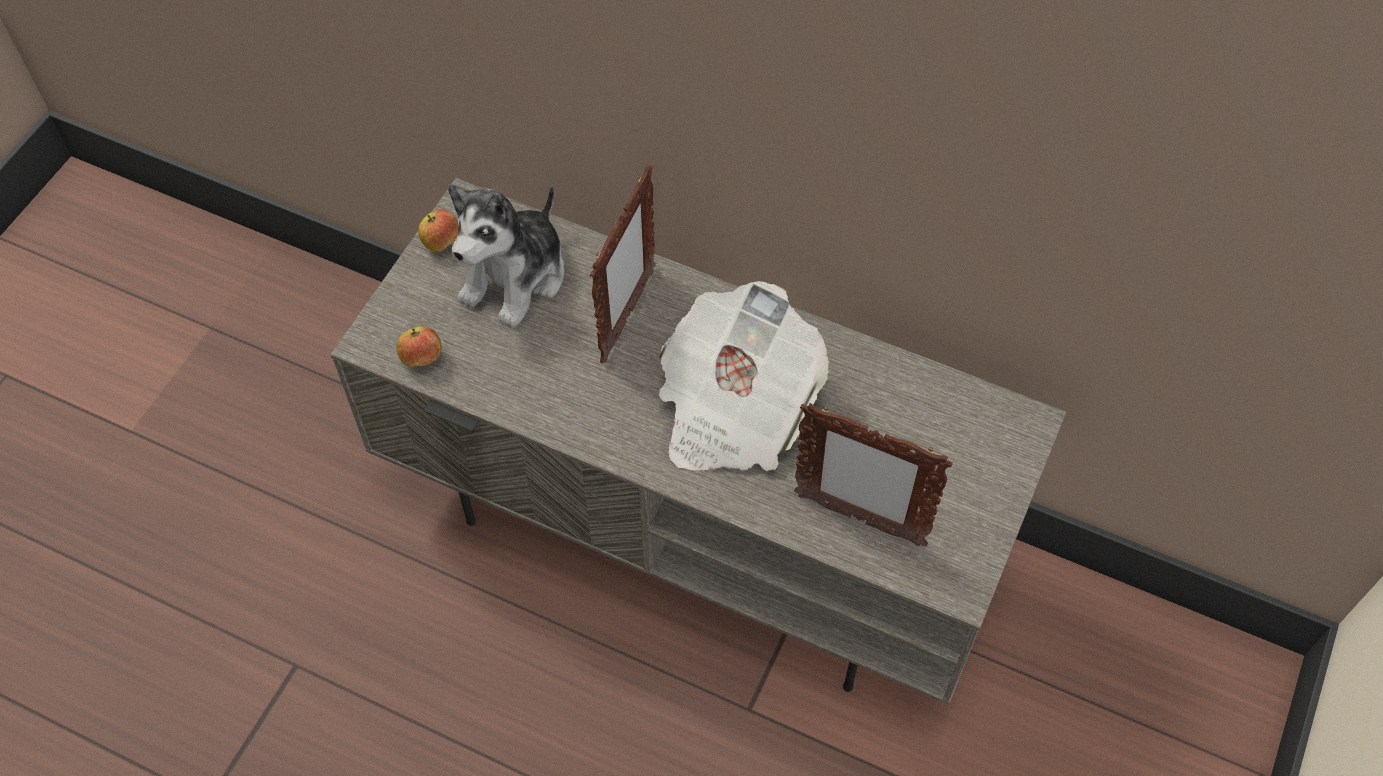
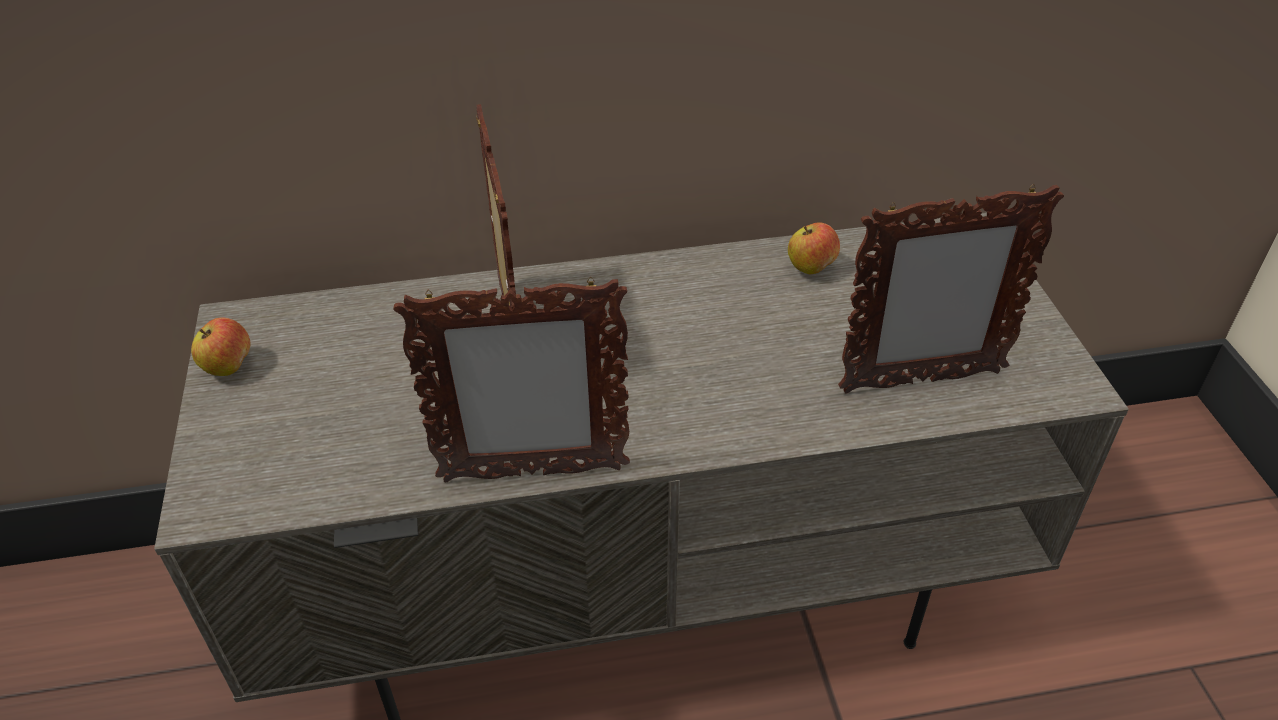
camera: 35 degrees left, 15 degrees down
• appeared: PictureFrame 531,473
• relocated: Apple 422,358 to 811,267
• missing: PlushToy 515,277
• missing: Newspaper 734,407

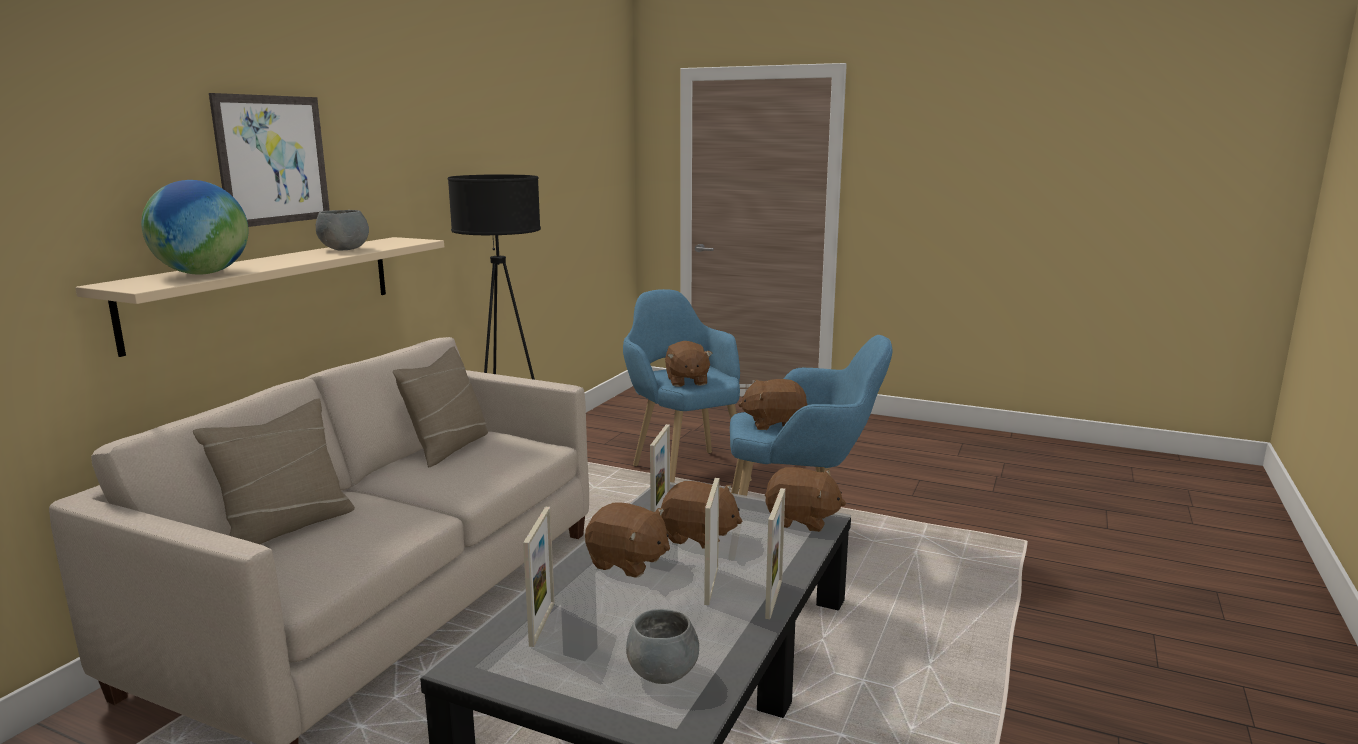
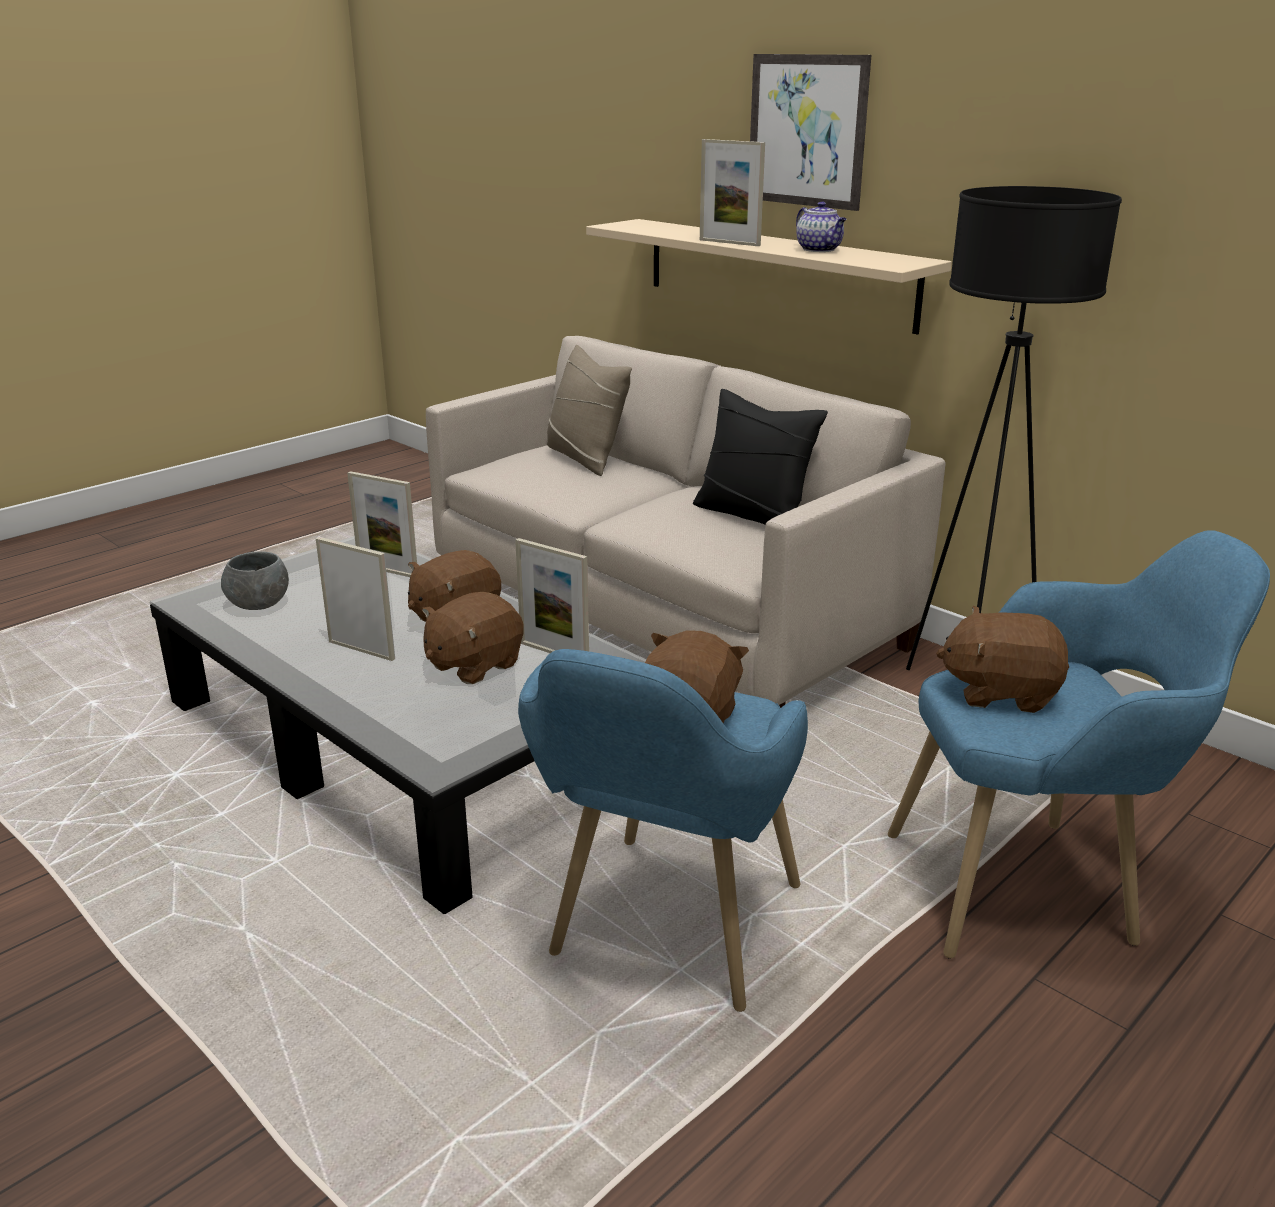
camera: 110 degrees right, 10 degrees up
• colour: BeigePillow 448,448 to BlackPillow 754,515
• relocated: PictureFrame 774,599 to 729,243
• exchanged: GreyBowl 345,249 to Teapot 820,250
• missing: Globe 204,273
• missing: BrownPlushToy 801,520

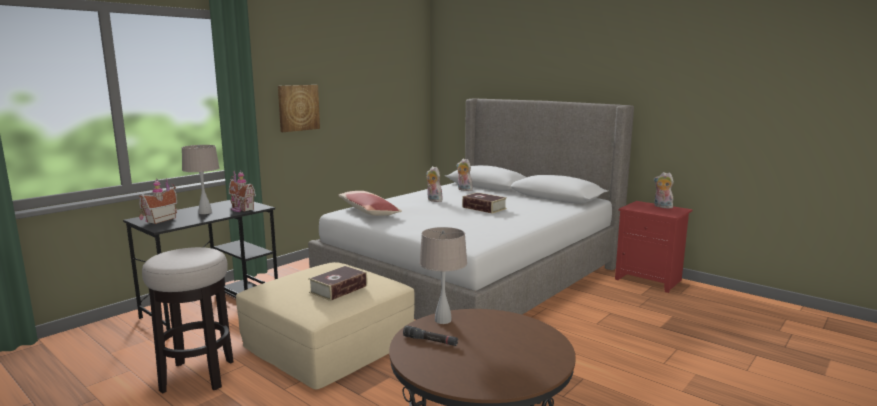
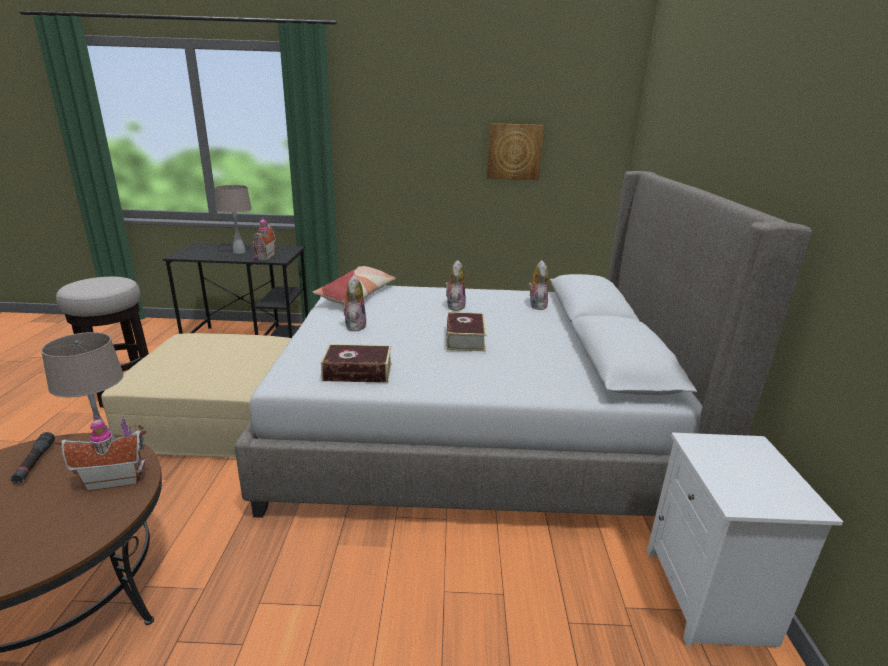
camera: 50 degrees right, 10 degrees up
• relocated: ToyHouse 159,220 to 115,478
• relocated: Book 338,289 to 358,371
• relocated: PlushToy 662,207 to 354,326
• relocated: Picture 298,107 to 514,151
• colour: RedNightstand 650,280 to WhiteNightstand 710,597

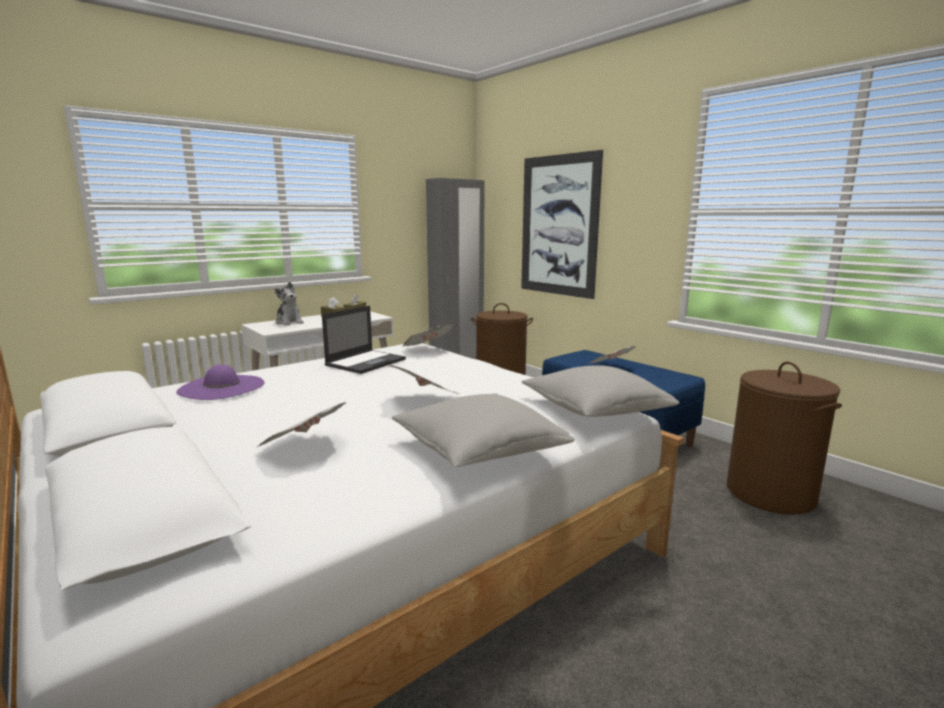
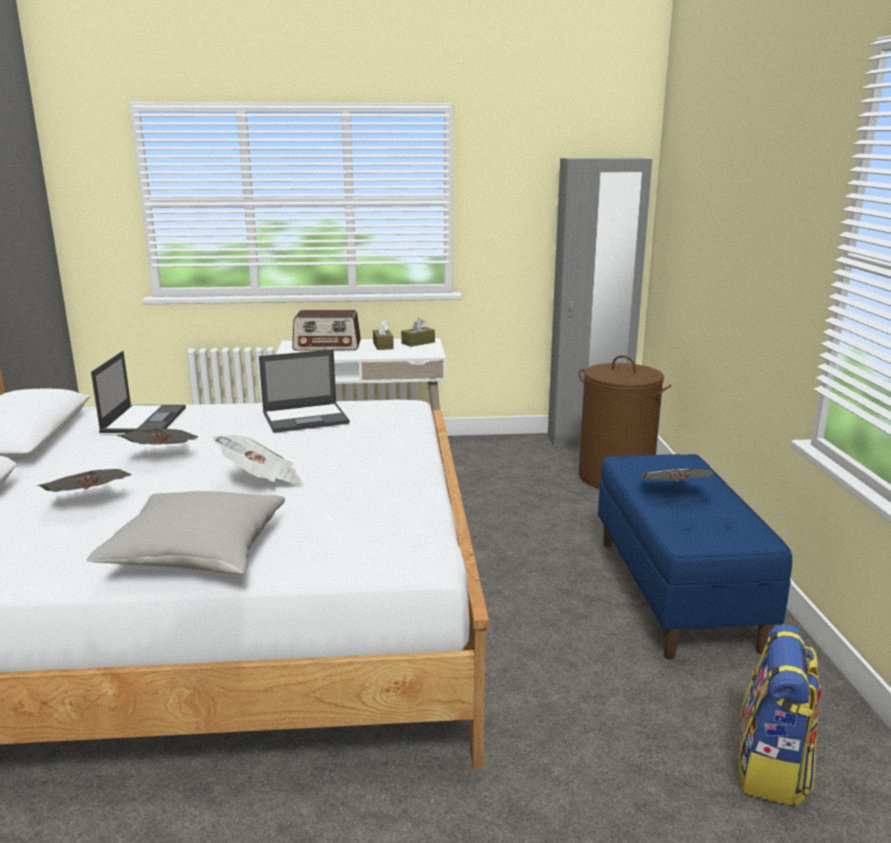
camera: 35 degrees right, 5 degrees up
• exchanged: PurpleHat 221,387 to Laptop 144,419
• relocated: Newspaper 427,349 to 163,456
• exchanged: PlushToy 289,322 to Radio 327,346
• exchanged: BrownLaundryBasket 771,493 to Backpack 772,768
• missing: Picture 558,226
• missing: GreyPillow 595,410

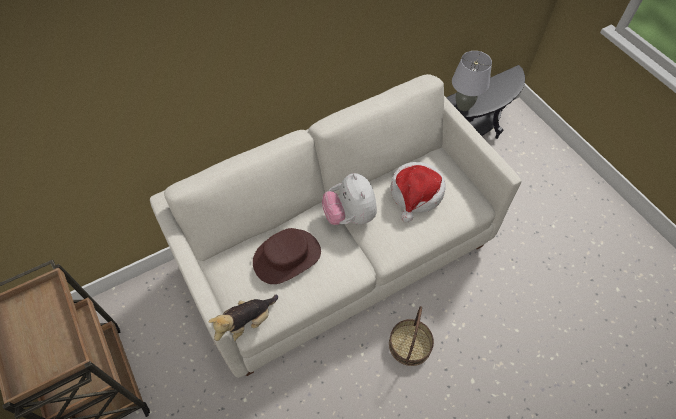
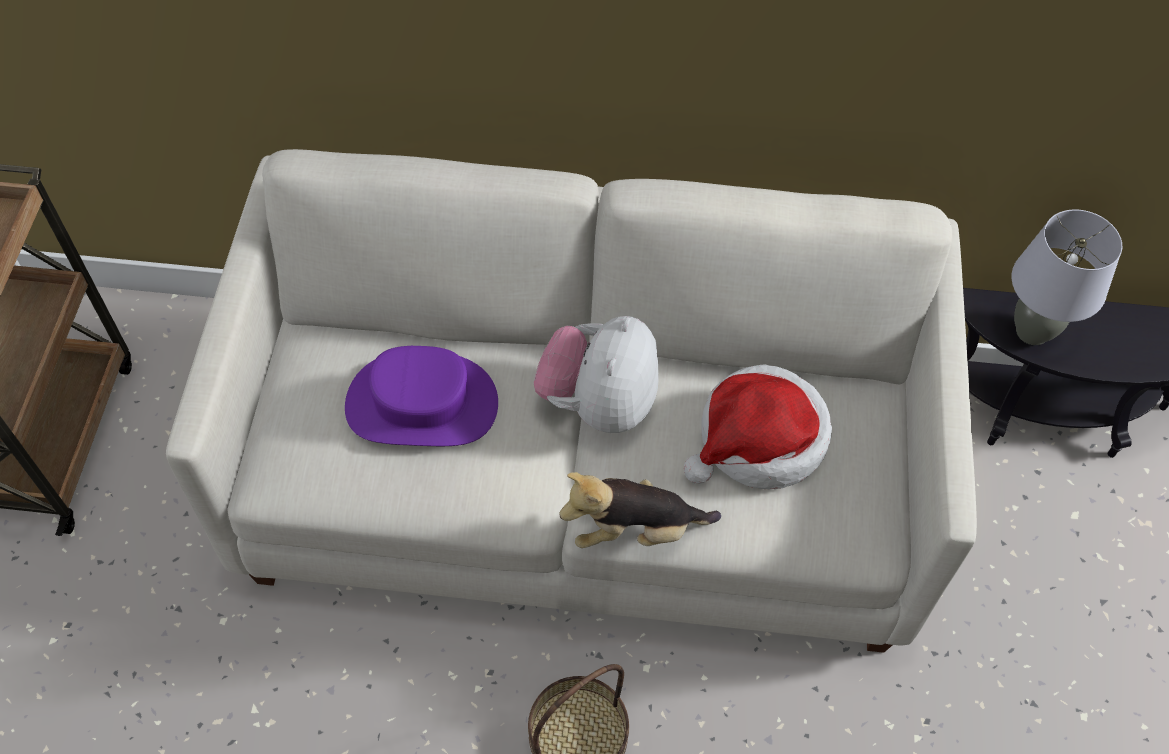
camera: 35 degrees right, 0 degrees up
• colour: BrownHat 287,257 to PurpleHat 422,404
• relocated: PlushToy 247,323 to 635,530

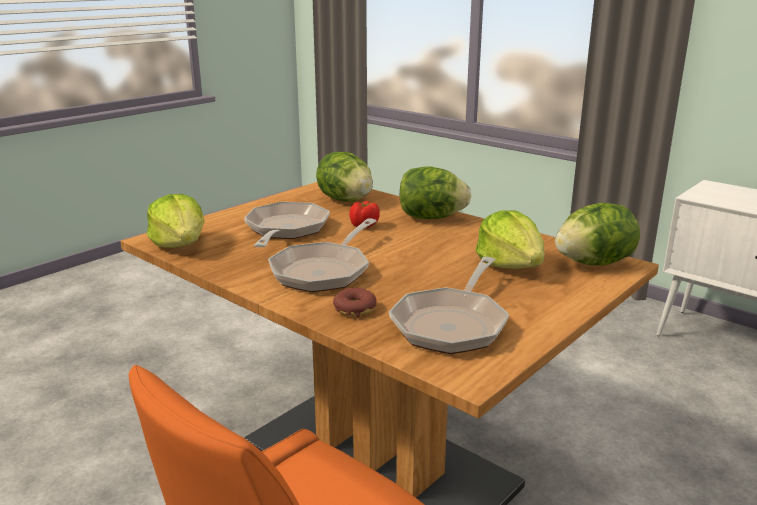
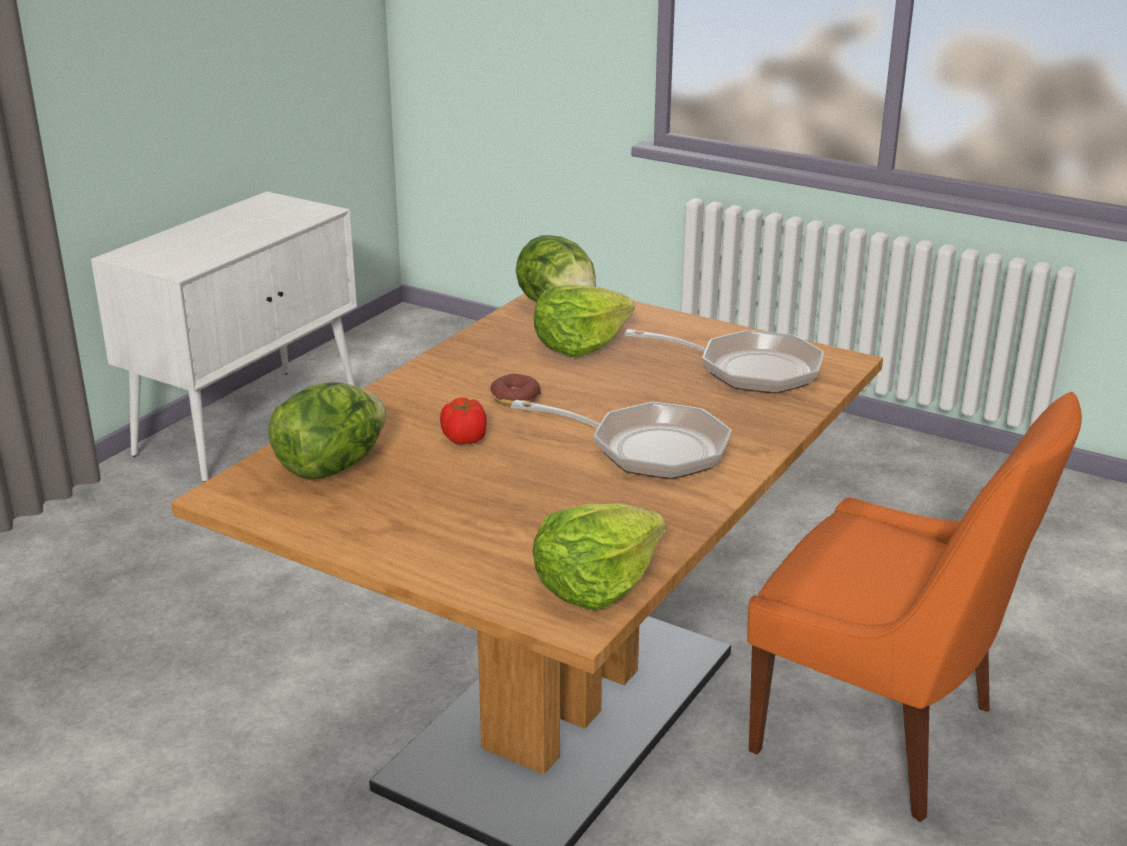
camera: 100 degrees left, 5 degrees up
• relocated: Donut 355,309 to 515,398
• missing: FryingPan 285,230
• missing: Lettuce 431,218

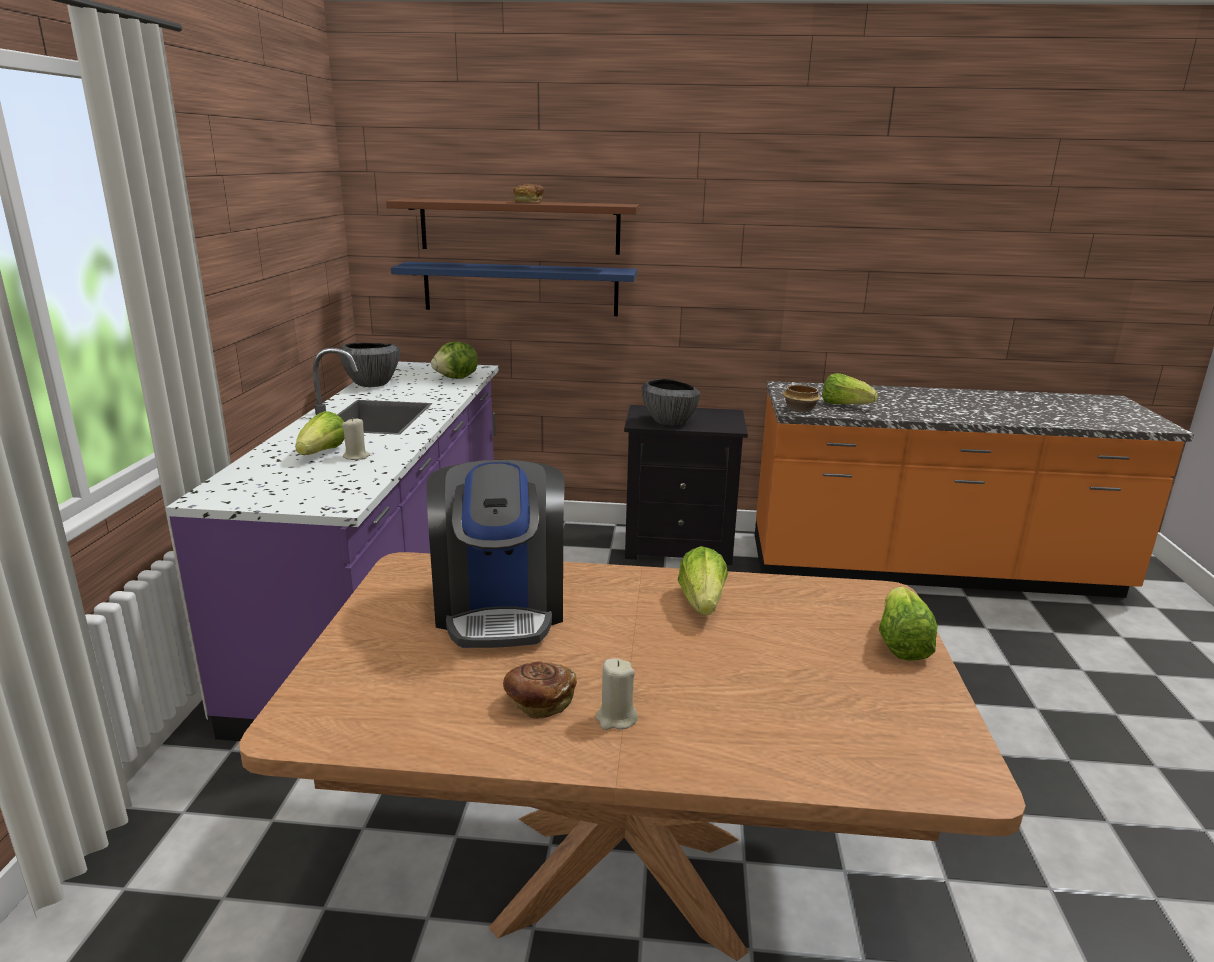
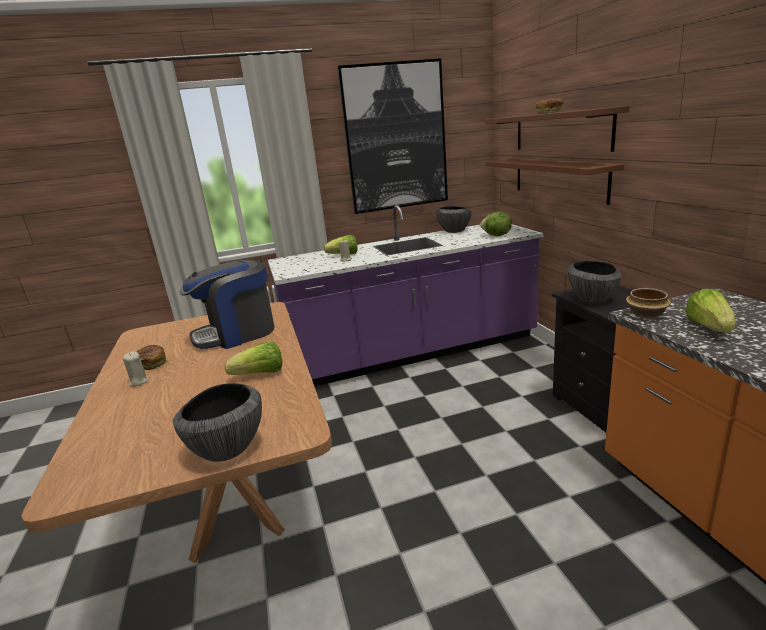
camera: 70 degrees right, 0 degrees up
• exchanged: Lettuce 901,643 to Bowl 227,449
• appeared: Picture 395,138
• colour: BlueShelf 520,289 to BrownShelf 558,178

